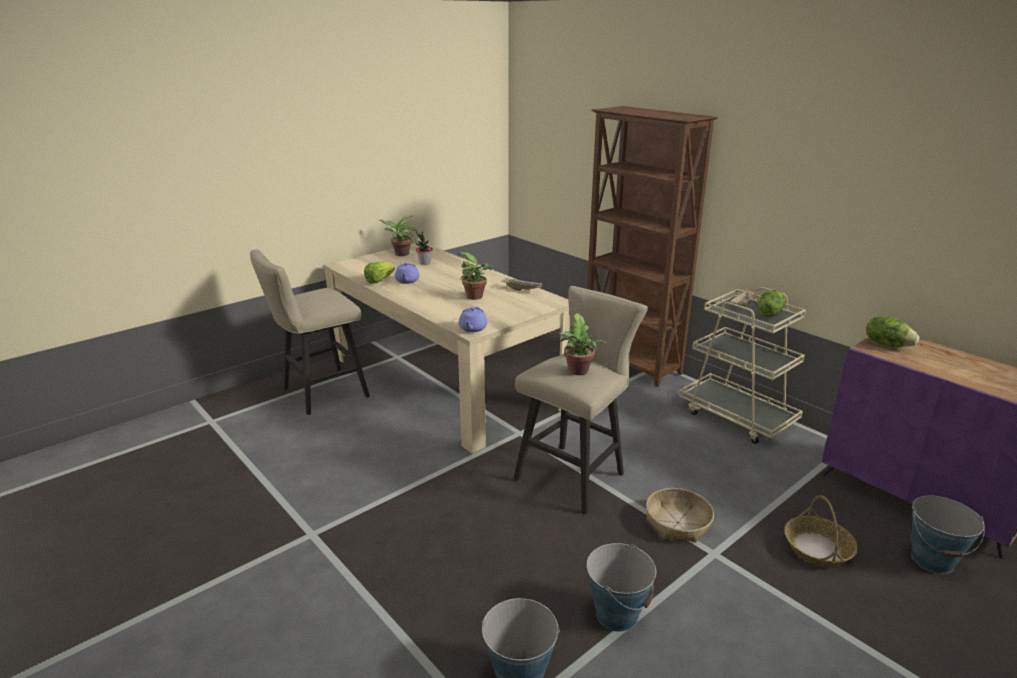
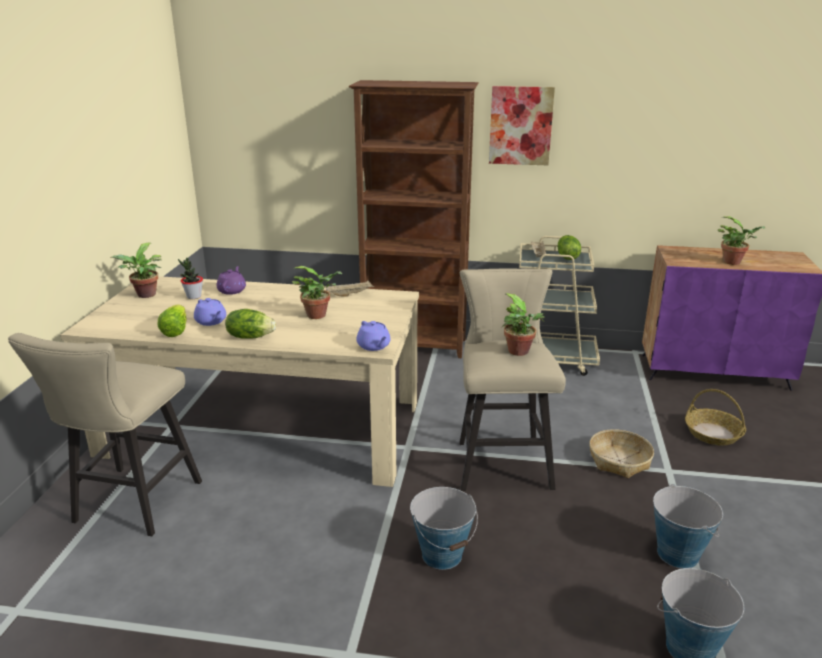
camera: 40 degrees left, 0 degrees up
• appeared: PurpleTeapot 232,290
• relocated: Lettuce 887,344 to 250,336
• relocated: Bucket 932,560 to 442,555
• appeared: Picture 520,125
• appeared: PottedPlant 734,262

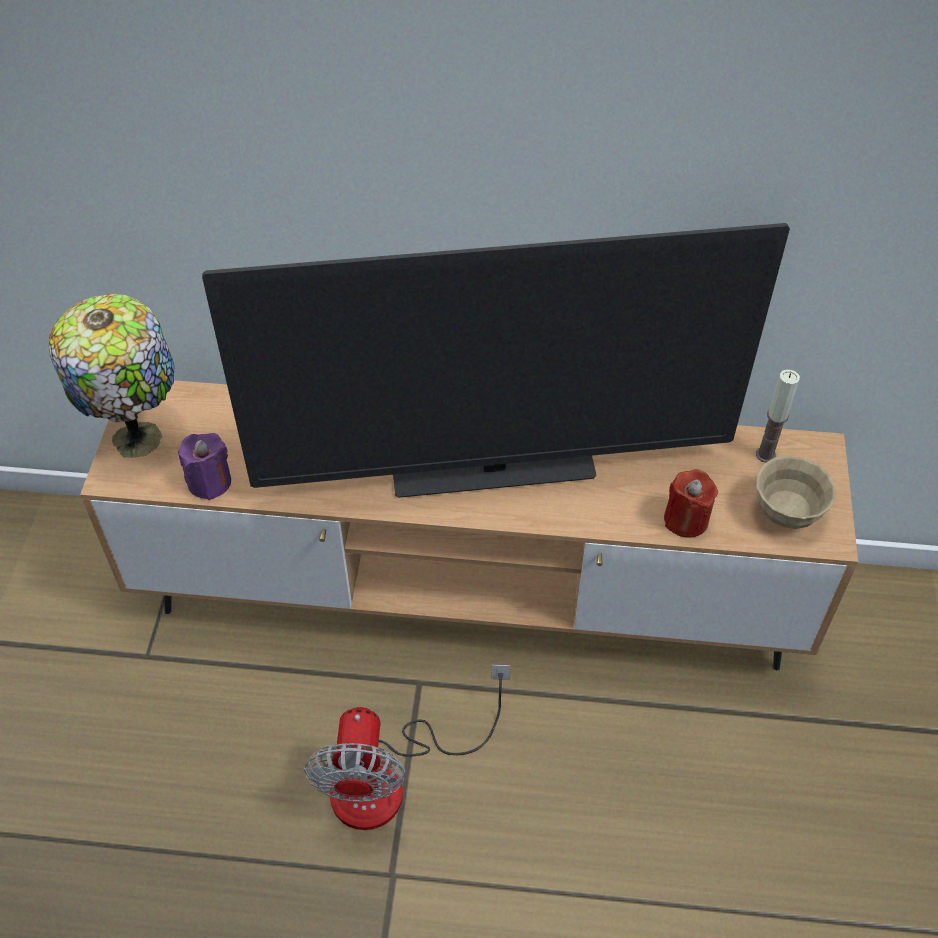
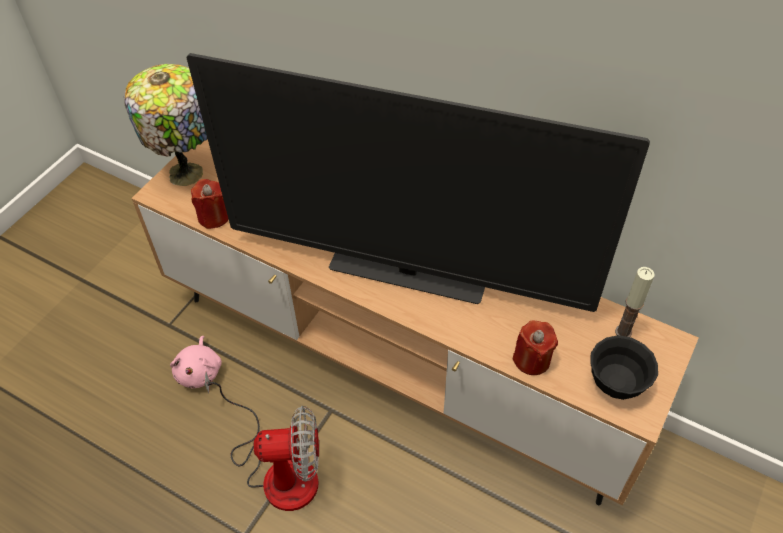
camera: 25 degrees right, 0 degrees up
• appeared: PinkPlushToy 200,371
• colour: PurpleCandle 209,482 to RedCandle 214,217
• spun: Fan 391,778 = 278,469 120 degrees counterclockwise
• colour: BeigeBowl 786,513 to BlackBowl 616,383

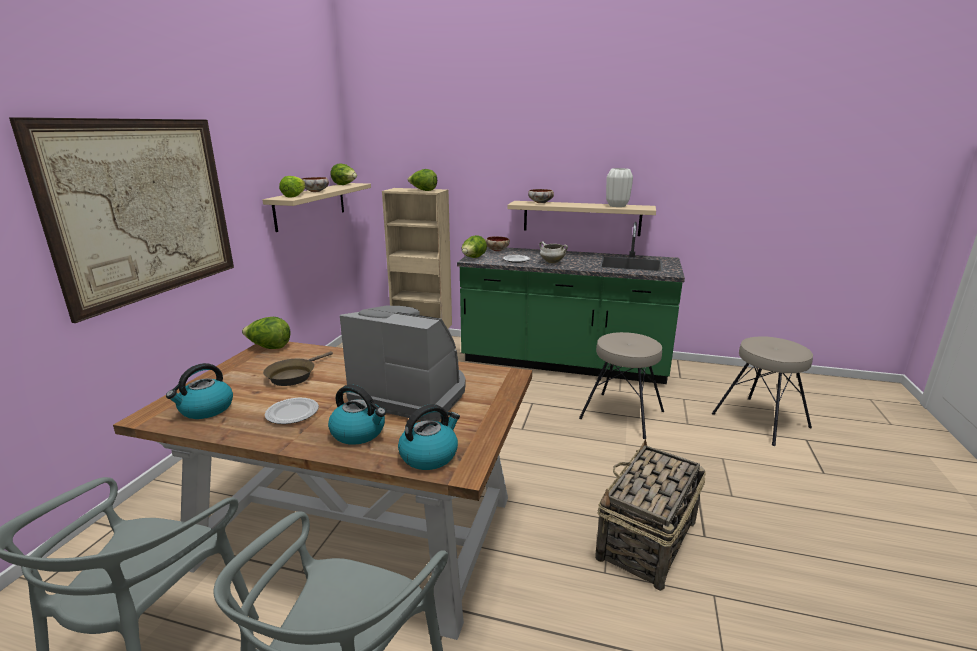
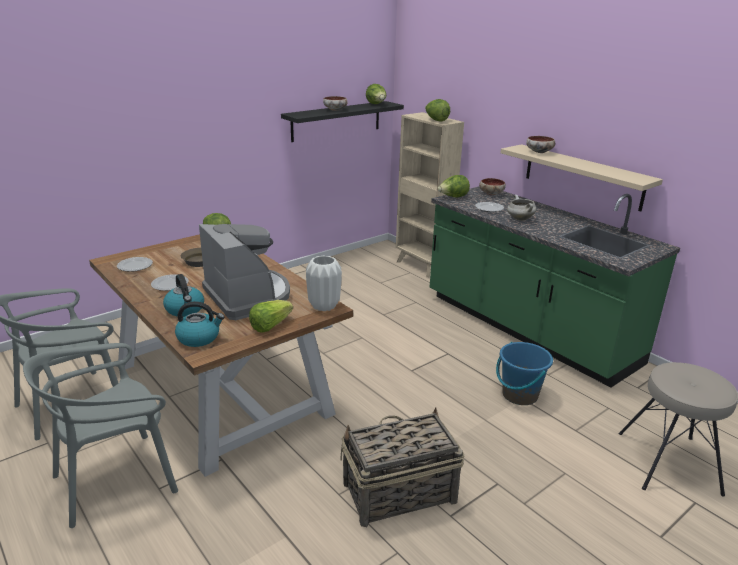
camera: 35 degrees right, 5 degrees up
• exchanged: Kettle 206,409 to Plate 135,266
• relocated: Lettuce 294,196 to 270,326
• colour: BeigeShelf 311,205 to BlackShelf 336,121
• relocated: WhiteVase 617,206 to 324,306
• exchanged: BeigeStool 622,414 to BlueBucket 519,395
• missing: Picture 145,209

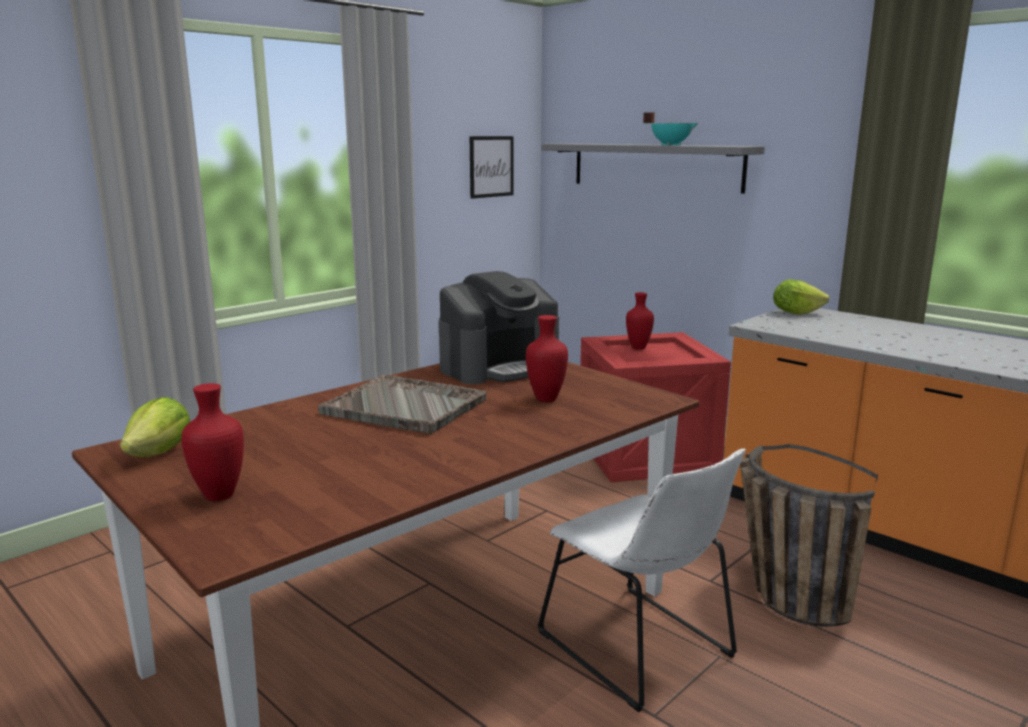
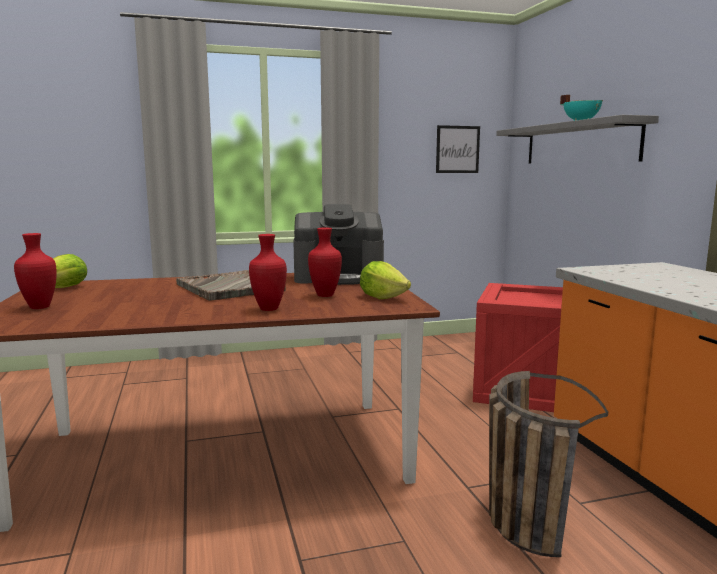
camera: 30 degrees right, 5 degrees down
• relocated: RedVase 638,348 to 268,309
• relocated: Lettuce 795,313 to 382,297
• missing: WhiteChair 640,649

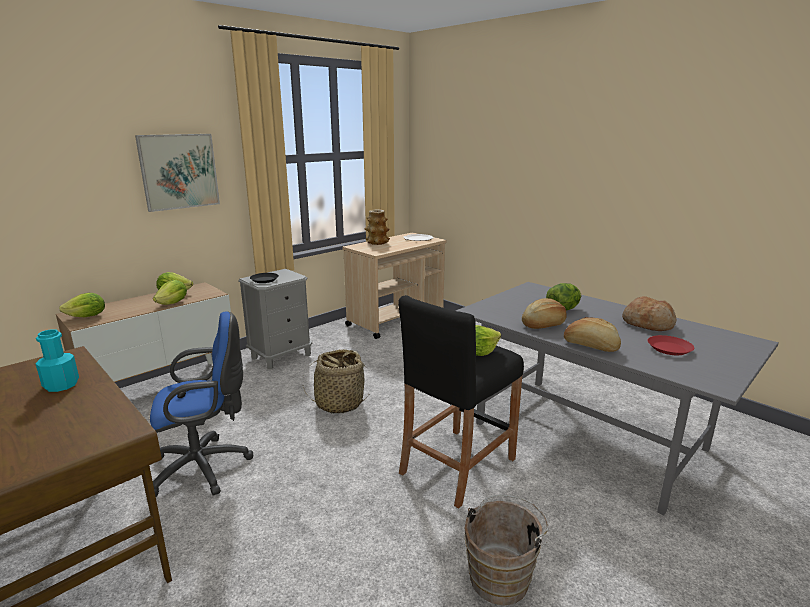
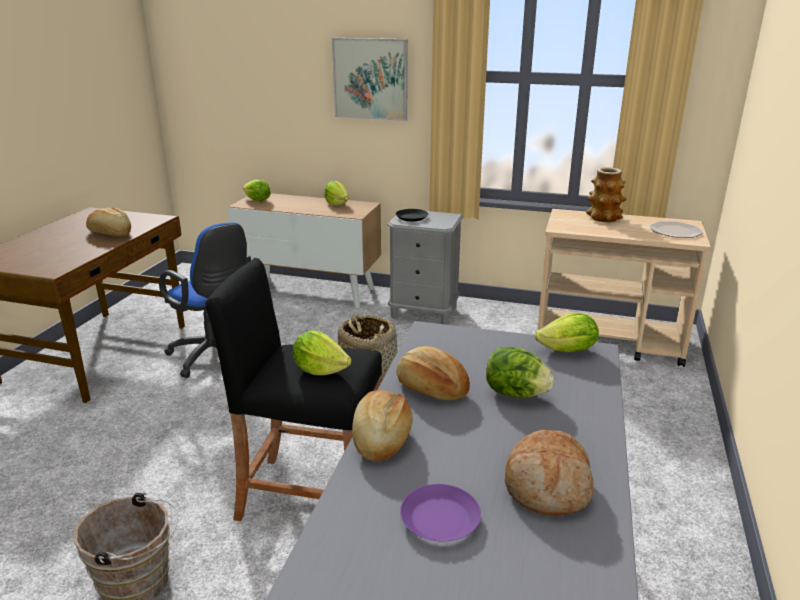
camera: 60 degrees right, 5 degrees up
• exchanged: TurquoiseBottle 61,385 to Bread 110,233
• colour: RedPlate 669,349 to PurplePlate 439,518
• relocated: Lettuce 173,303 to 568,351

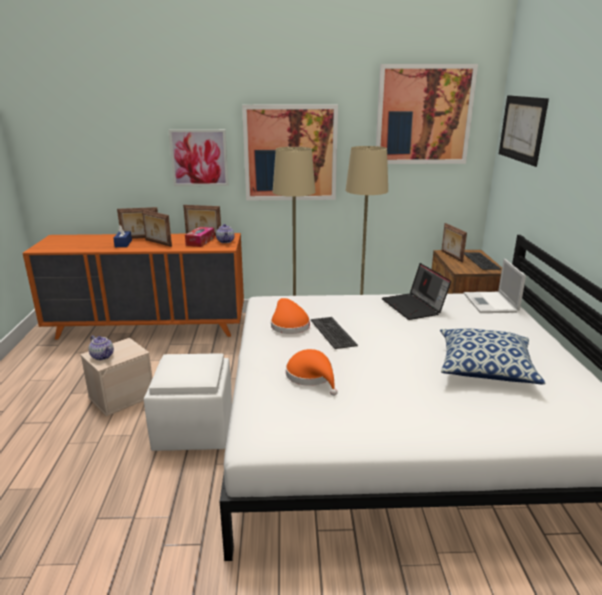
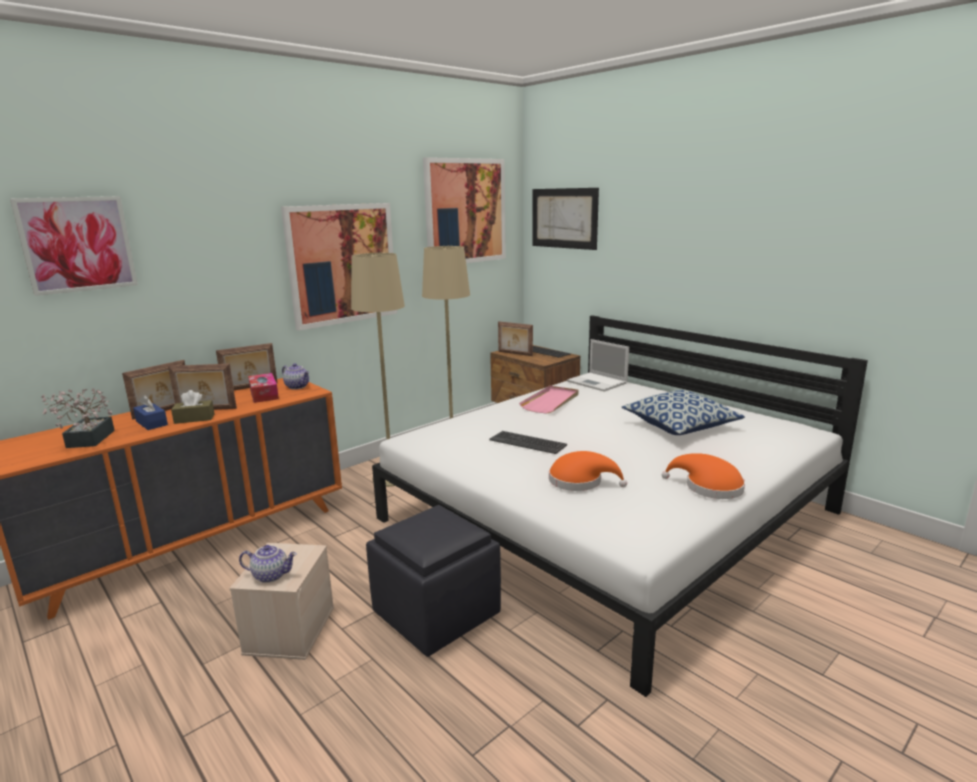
camera: 40 degrees left, 5 degrees down
• relocated: Picture 199,158 to 77,244
• appeared: PottedPlant 87,441
• appeared: BrownTissueBox 194,418
• colour: WhiteOttoman 195,429 to BlackOttoman 438,613
• exchanged: Laptop 414,307 to PinkTray 551,402
• relocated: OrangeHat 288,325 to 708,487

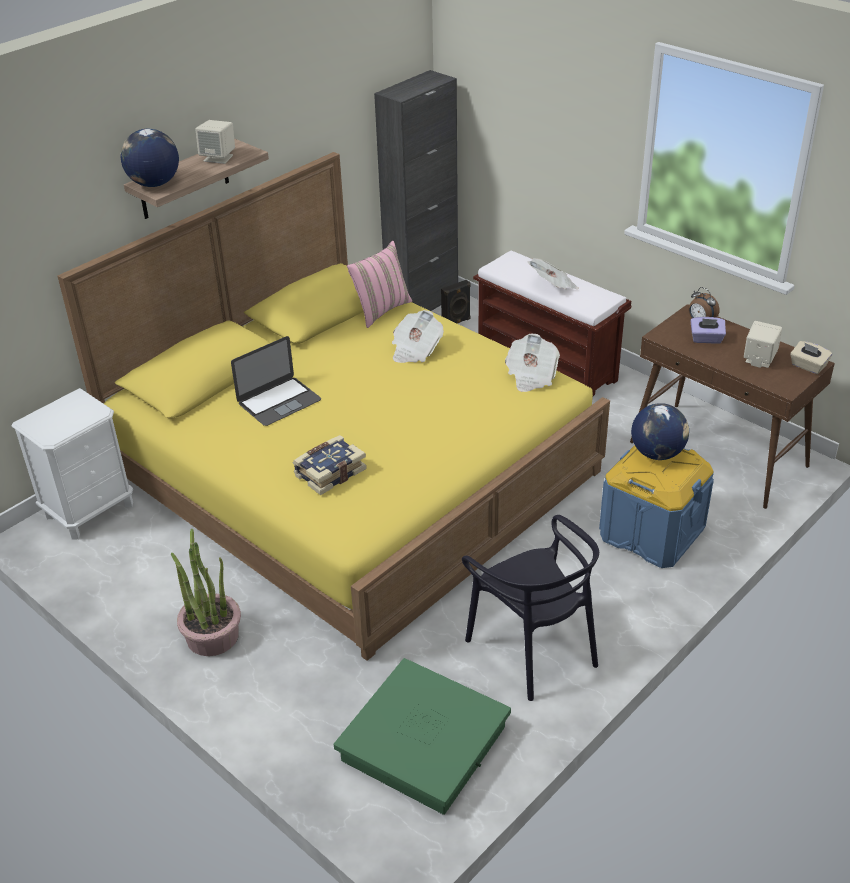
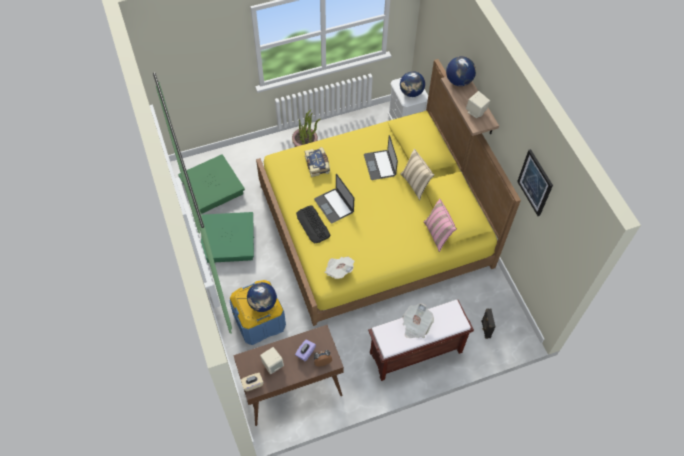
camera: 115 degrees right, 20 degrees up
• exchanged: BlackChair 533,649 to GreenStorageBox 228,240
• appeared: Keyboard 313,225
• appeared: Laptop 334,205
• appeared: Globe 411,93
• appeared: BeigePillow 415,184
• appeared: Picture 535,182
• missing: BlackCabinet 422,304
• missing: Newspaper 415,350

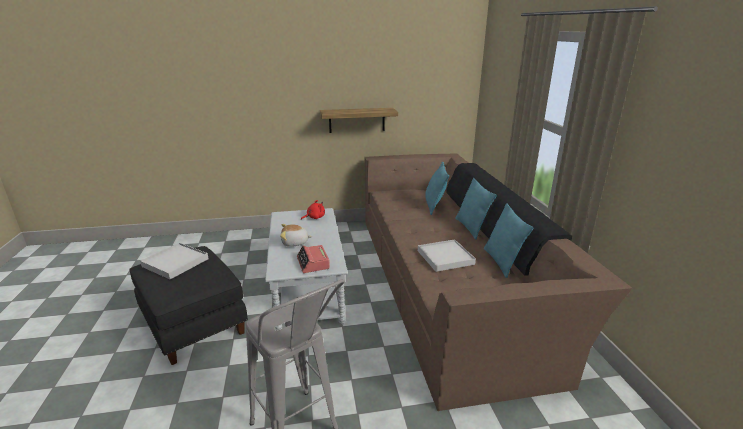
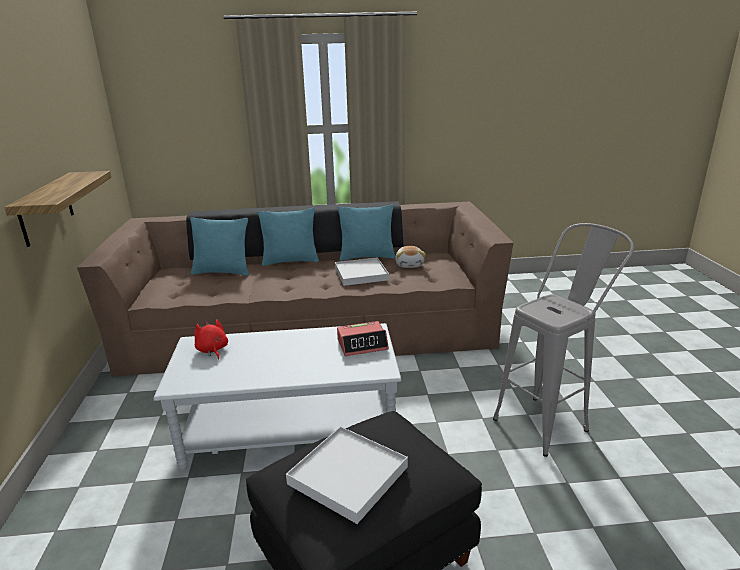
camera: 85 degrees left, 0 degrees up
• relocated: PlushToy 295,243 to 410,265

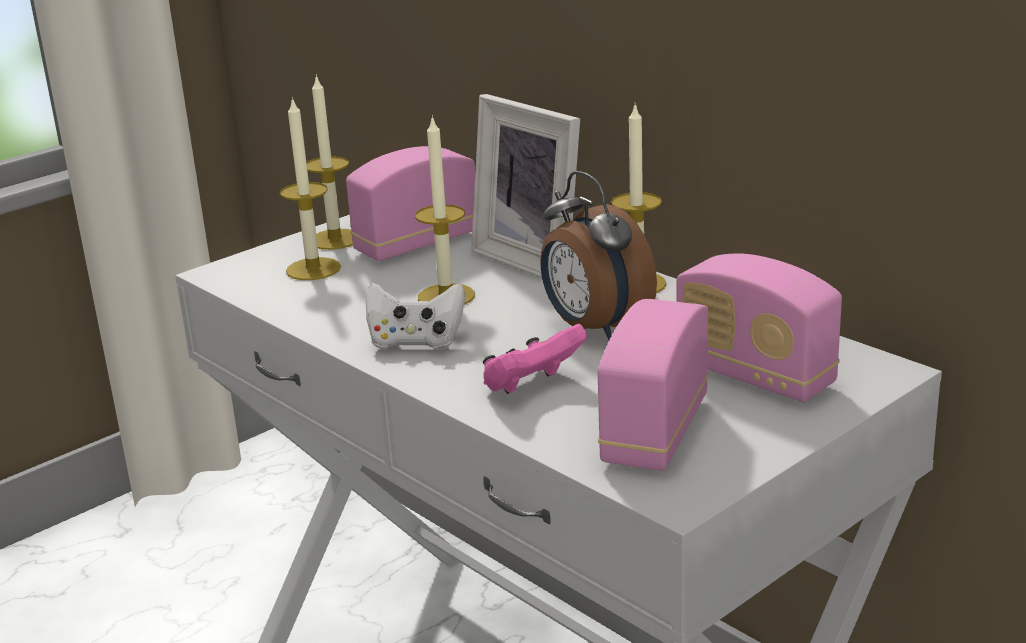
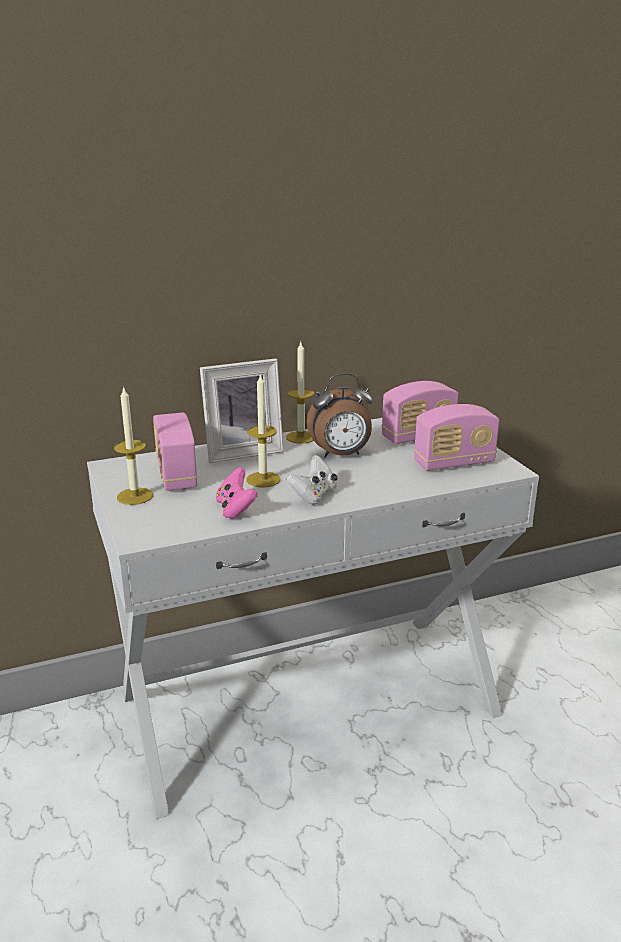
camera: 70 degrees left, 0 degrees up
• relocated: PinkGameController 532,386 to 235,509
• spun: Radio 655,431 = 454,463 60 degrees counterclockwise
• missing: Candle 313,269

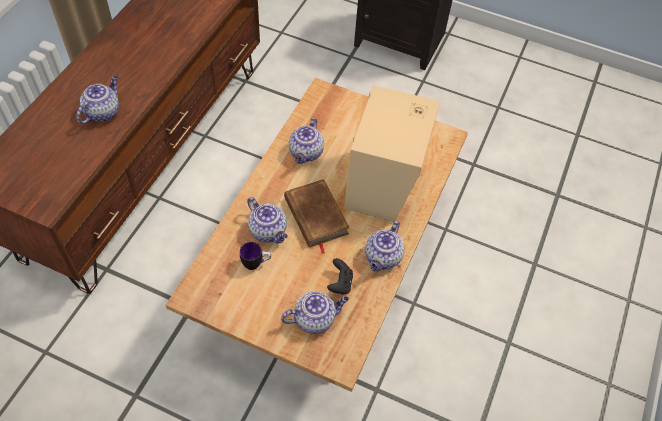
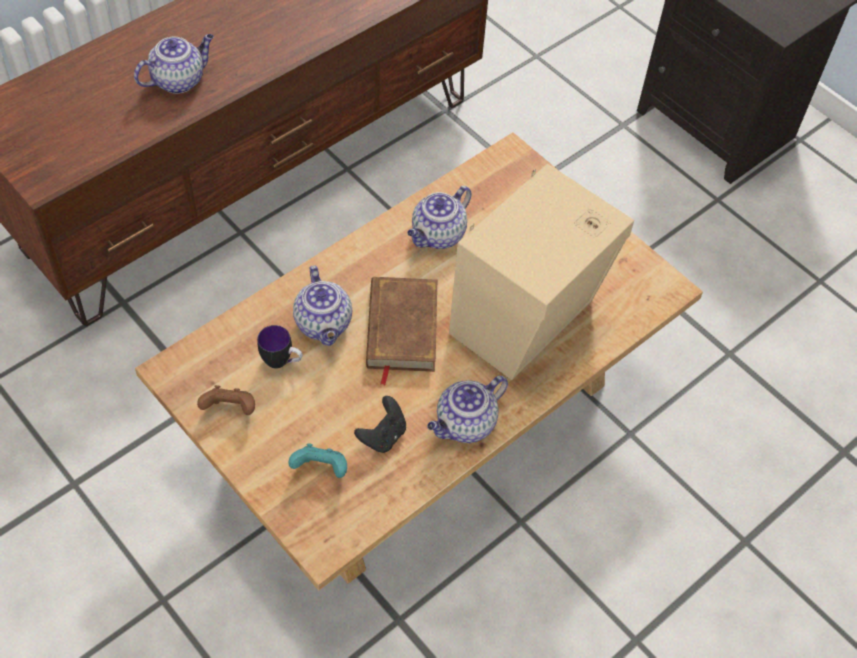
camera: 25 degrees right, 0 degrees up
• appeared: BrownGameController 230,409
• exchanged: Teapot 315,319 to TurquoiseGameController 320,469

